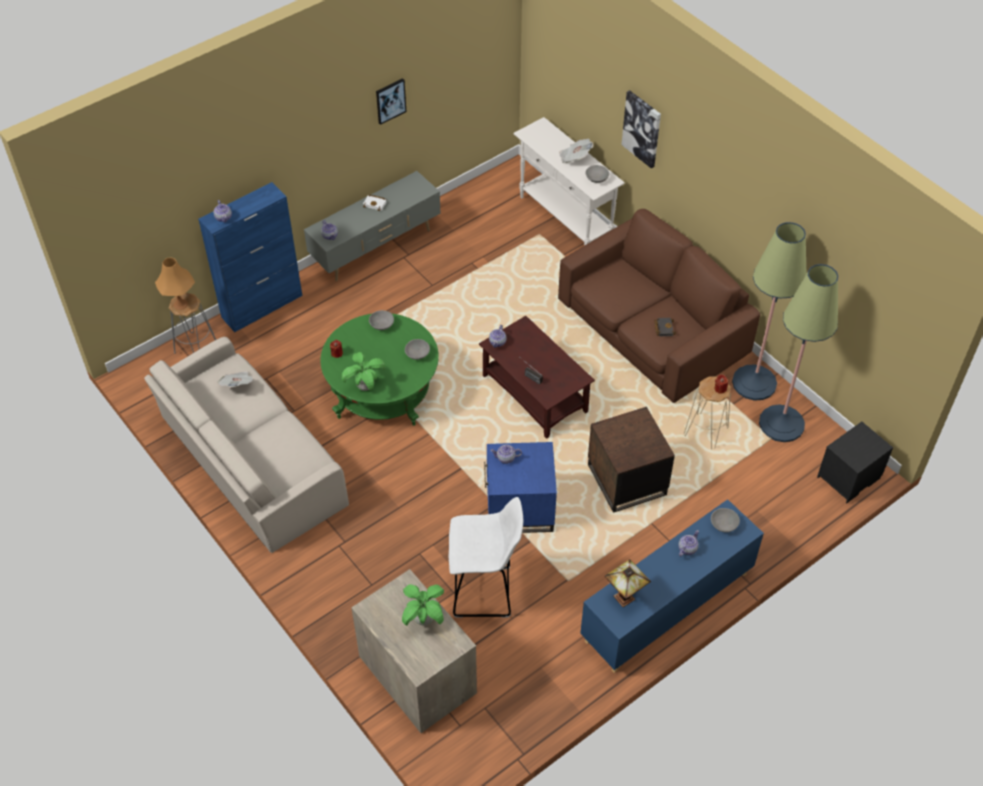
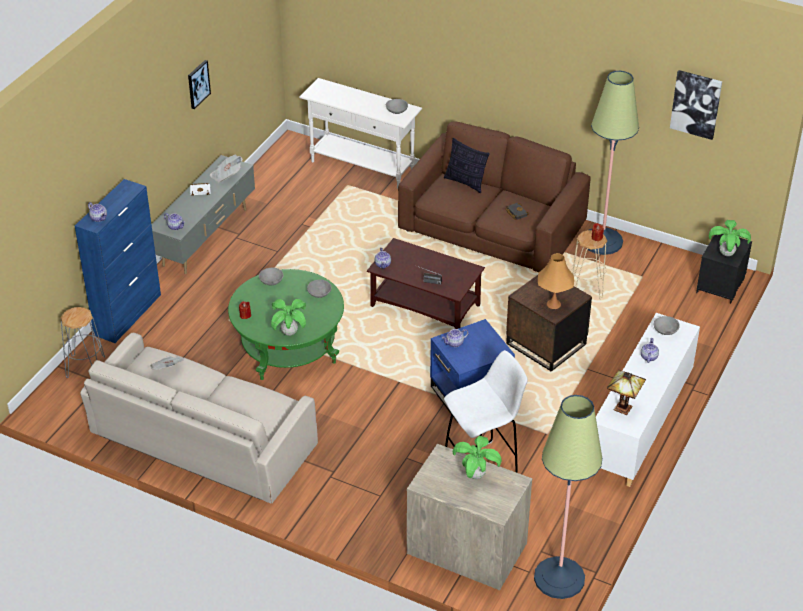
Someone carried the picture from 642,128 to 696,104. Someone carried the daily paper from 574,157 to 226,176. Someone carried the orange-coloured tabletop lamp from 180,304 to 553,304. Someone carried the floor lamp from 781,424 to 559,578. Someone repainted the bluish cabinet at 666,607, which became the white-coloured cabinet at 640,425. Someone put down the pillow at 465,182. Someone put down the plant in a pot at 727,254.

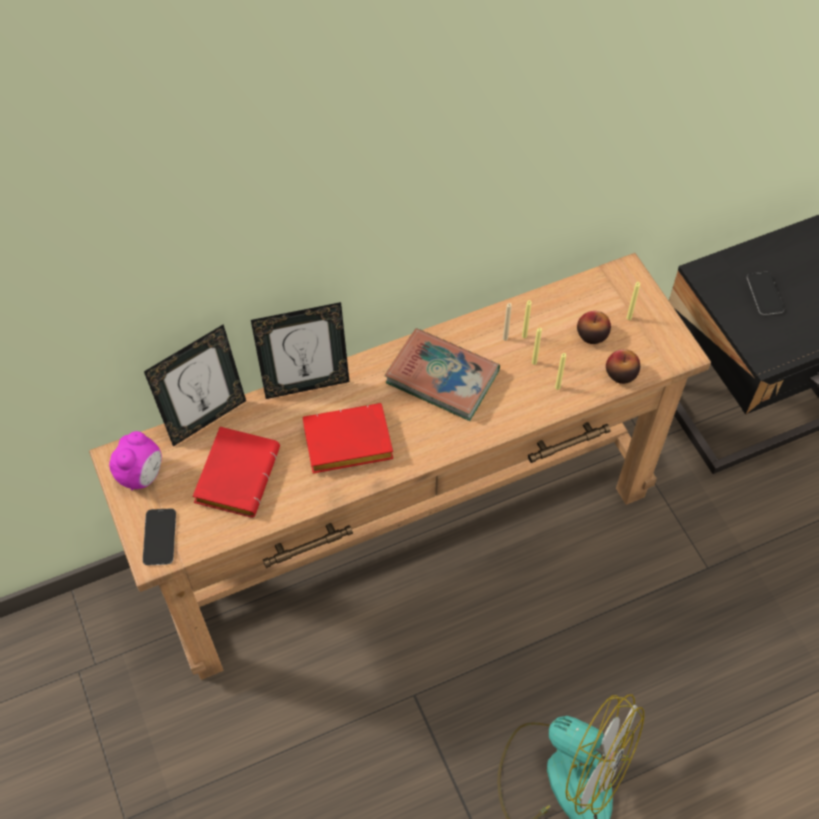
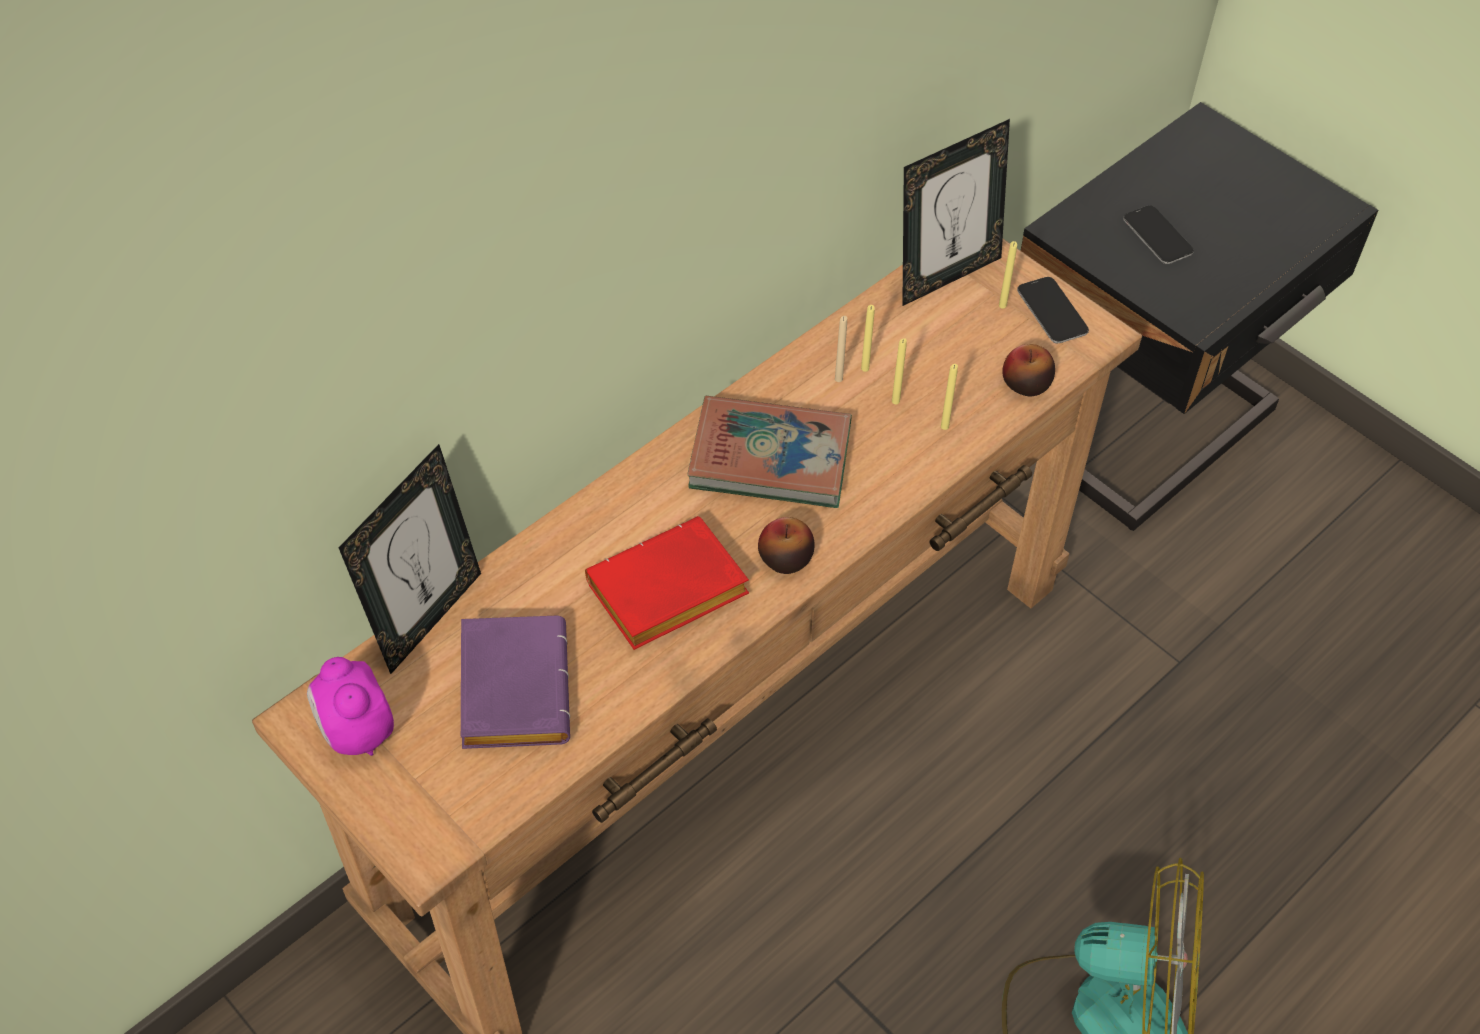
Someone carried the standing frame from 306,384 to 946,275. Someone carried the apple fruit from 592,335 to 785,558. Someone repainted the red-coloured book at 236,474, which became the purplish book at 510,686. Someone rotated the alarm clock at 142,475 by 150 degrees clockwise. Someone carried the telephone from 159,537 to 1052,311.

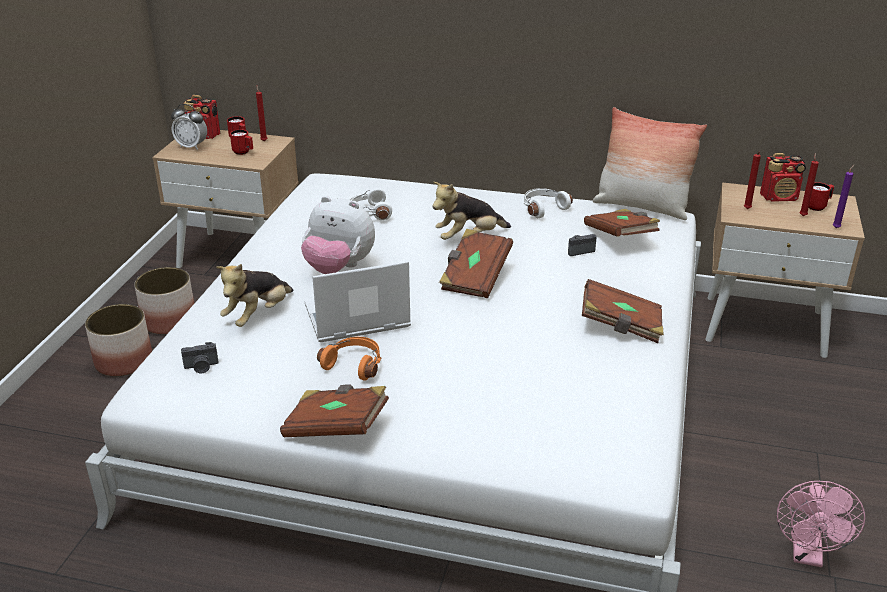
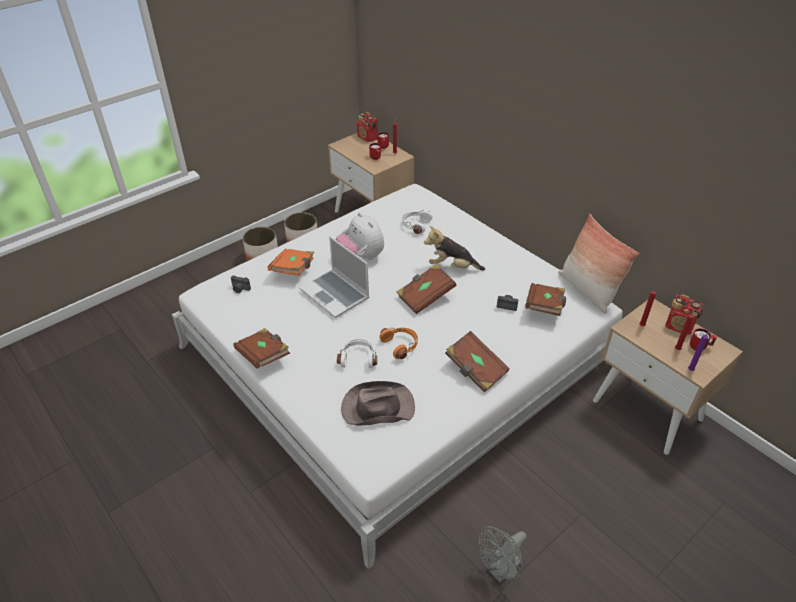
Someone took away the alarm clock at 192,146. Someone carried the white-coloured pair of headphones from 543,208 to 358,358. Someone rotated the portable computer at 356,318 by 150 degrees counterclockwise. Someone swapped the soft toy at 258,315 for the orange-coloured book at 293,269. Someone carried the orange-coloured pair of headphones from 354,364 to 401,345. Someone repainted the pinkish fan at 807,555, which became the grey fan at 500,570. Someone put down the brown clothing hat at 377,407.

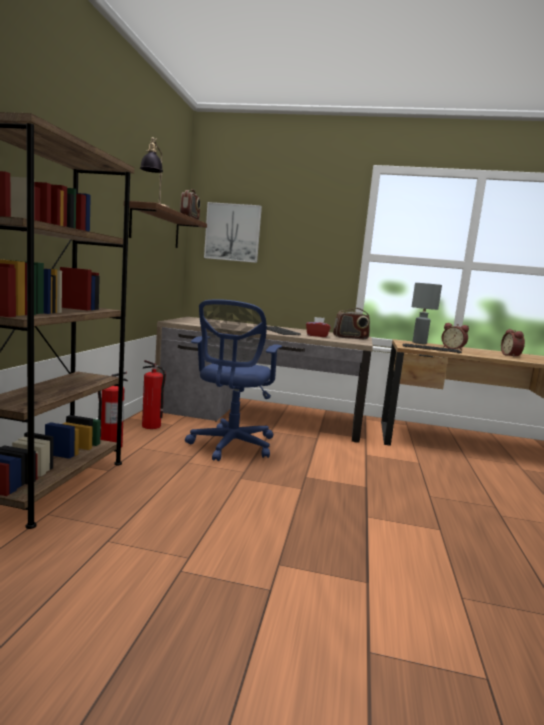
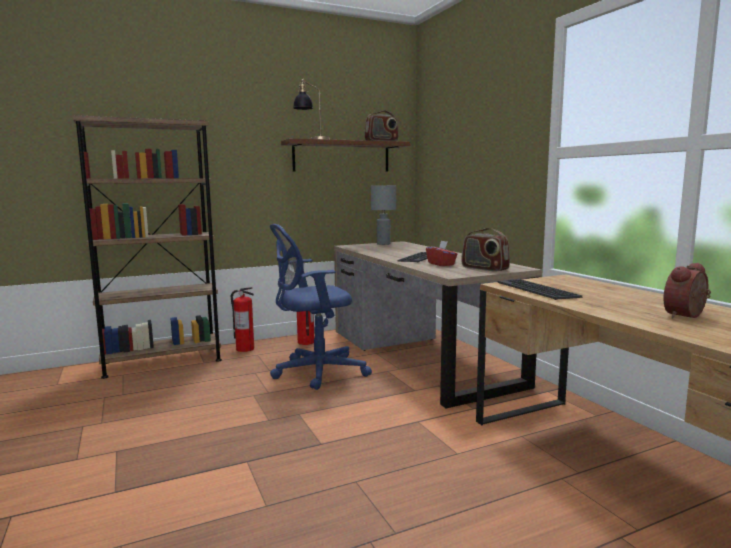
Someone took away the picture at 232,232. Someone carried the grey tabletop lamp from 419,343 to 383,244. Someone took away the alarm clock at 453,348.

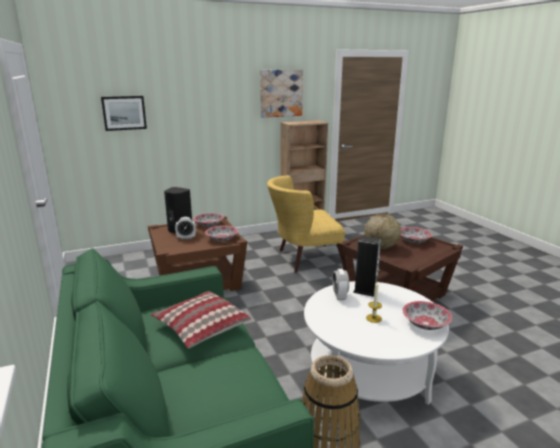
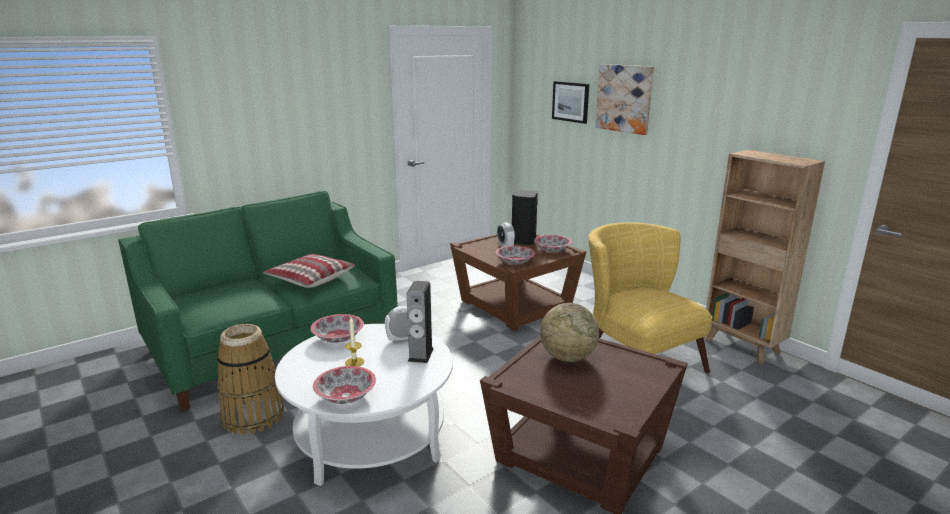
Someone carried the picture from 281,93 to 624,98. Someone carried the serving bowl from 413,241 to 338,337.

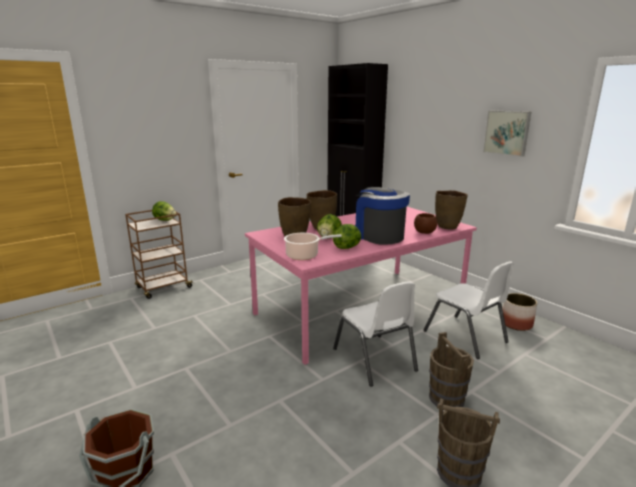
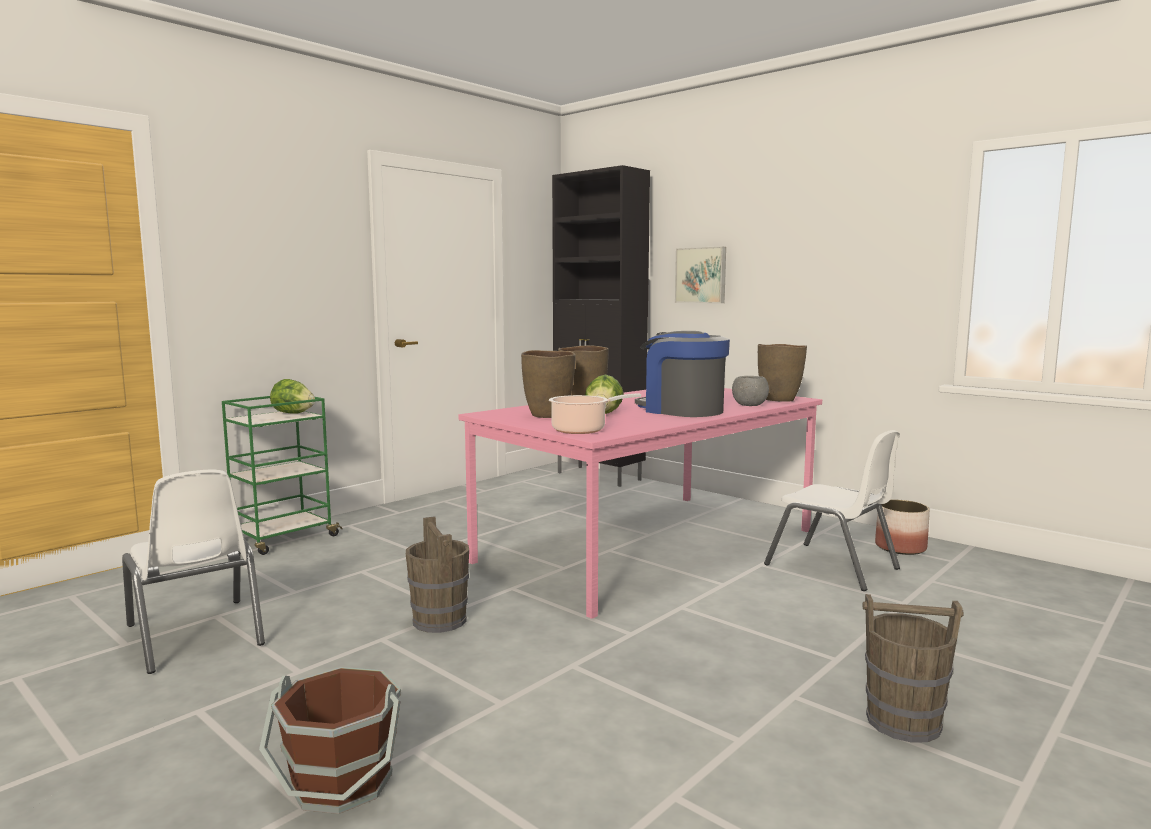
Someone carried the picture from 507,132 to 701,275. Someone repainted the brown cart at 163,288, which became the green cart at 284,539. Someone repainted the brown serving bowl at 425,232, which became the grey serving bowl at 750,405. Someone took away the lettuce head at 347,247. Someone carried the white-coloured chair from 374,359 to 195,635. Someone carried the brown pail from 446,398 to 439,620.

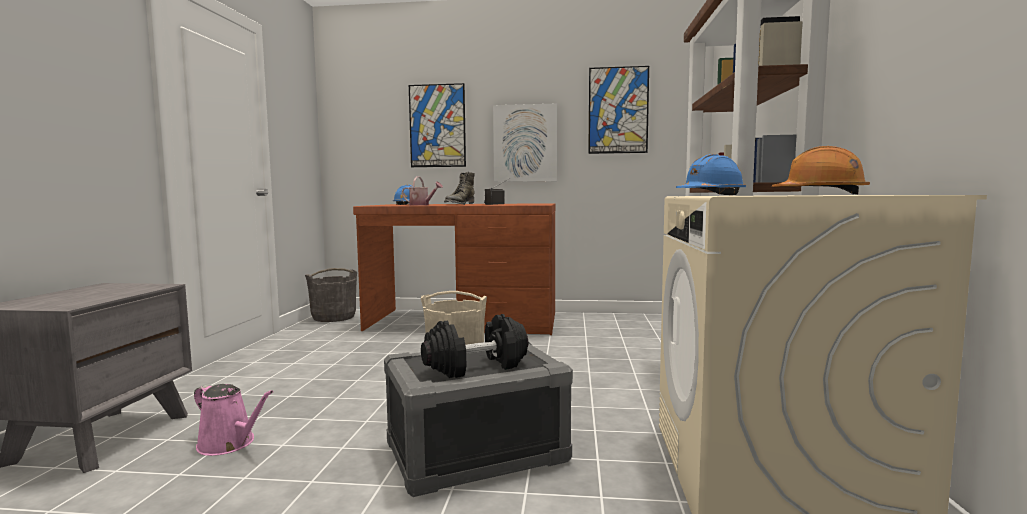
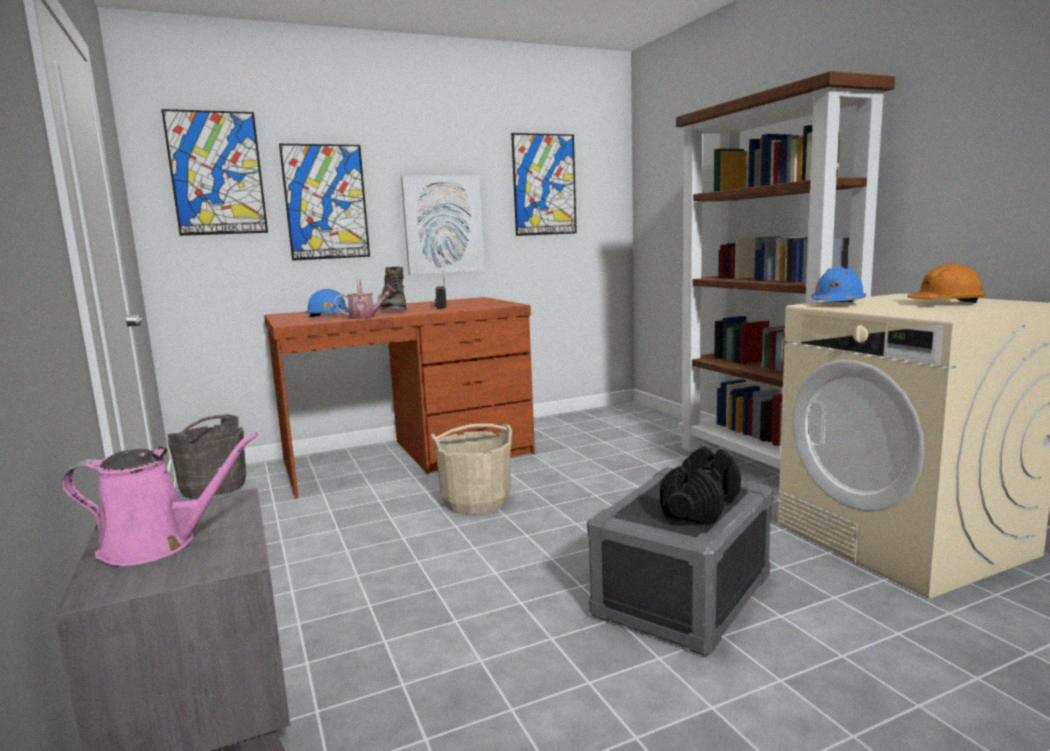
Someone carried the pinkish watering can from 230,444 to 157,545. Someone put up the picture at 217,173.

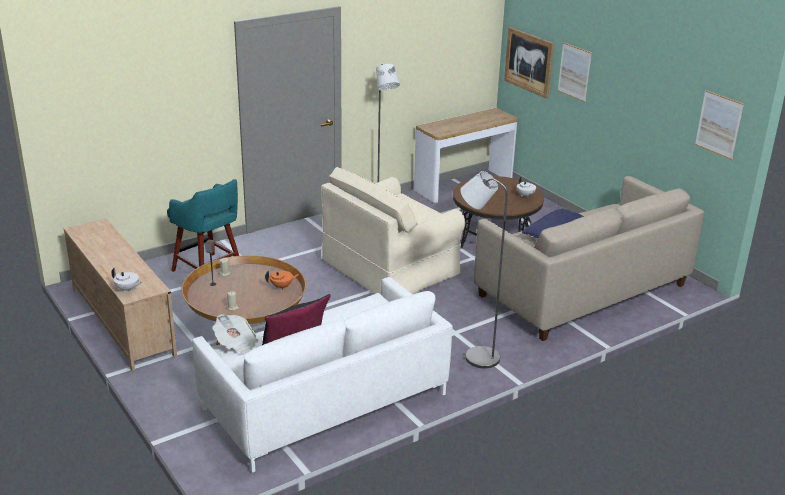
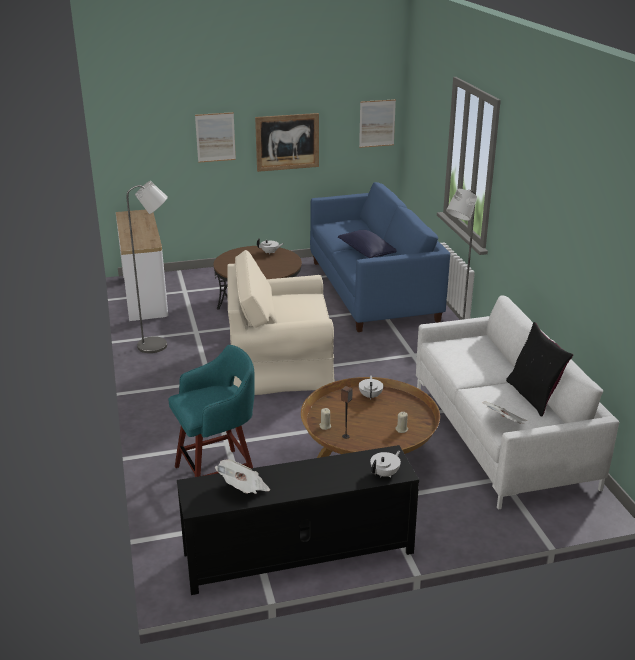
Someone carried the picture from 528,62 to 287,142. Someone rotated the beige-coloured lounge chair at 390,266 by 105 degrees clockwise. Someone repainted the beige-coloured couch at 582,290, which became the bluish couch at 372,290. Someone repainted the beige-coloured tv unit at 122,320, which became the blackish tv unit at 298,553. Someone repainted the orange-coloured tea pot at 282,286, which became the white-coloured tea pot at 370,396. Someone put down the daily paper at 243,488.

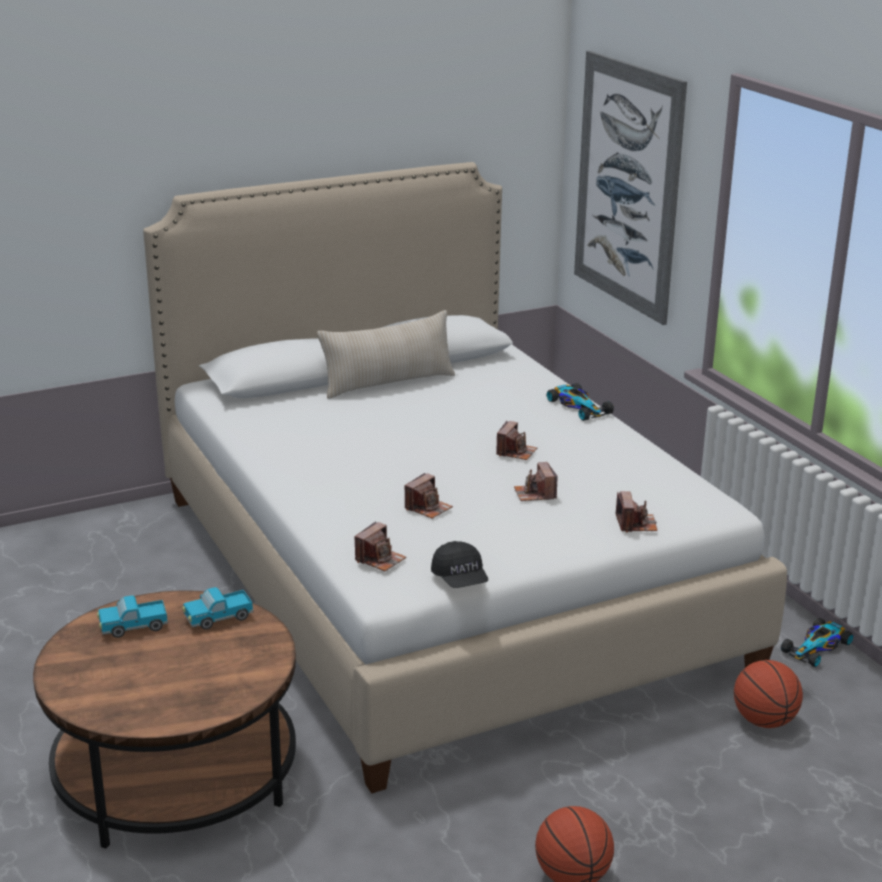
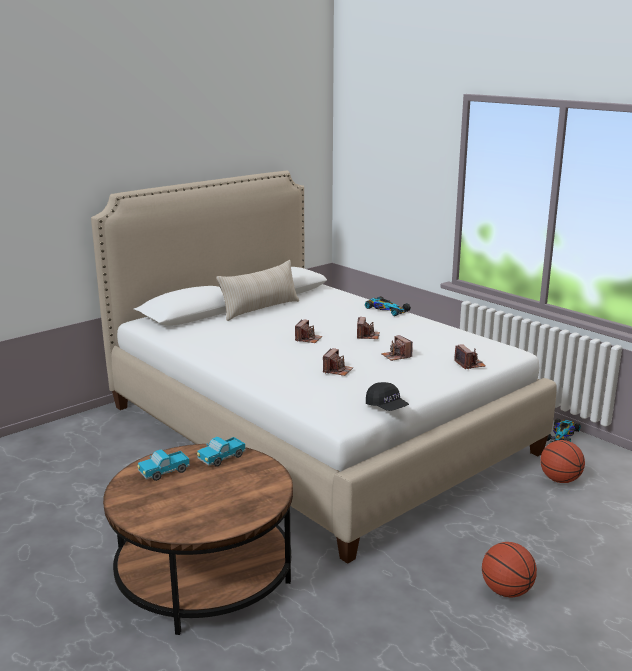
Someone took away the picture at 627,185. Someone carried the photo camera from 380,559 to 308,339.

